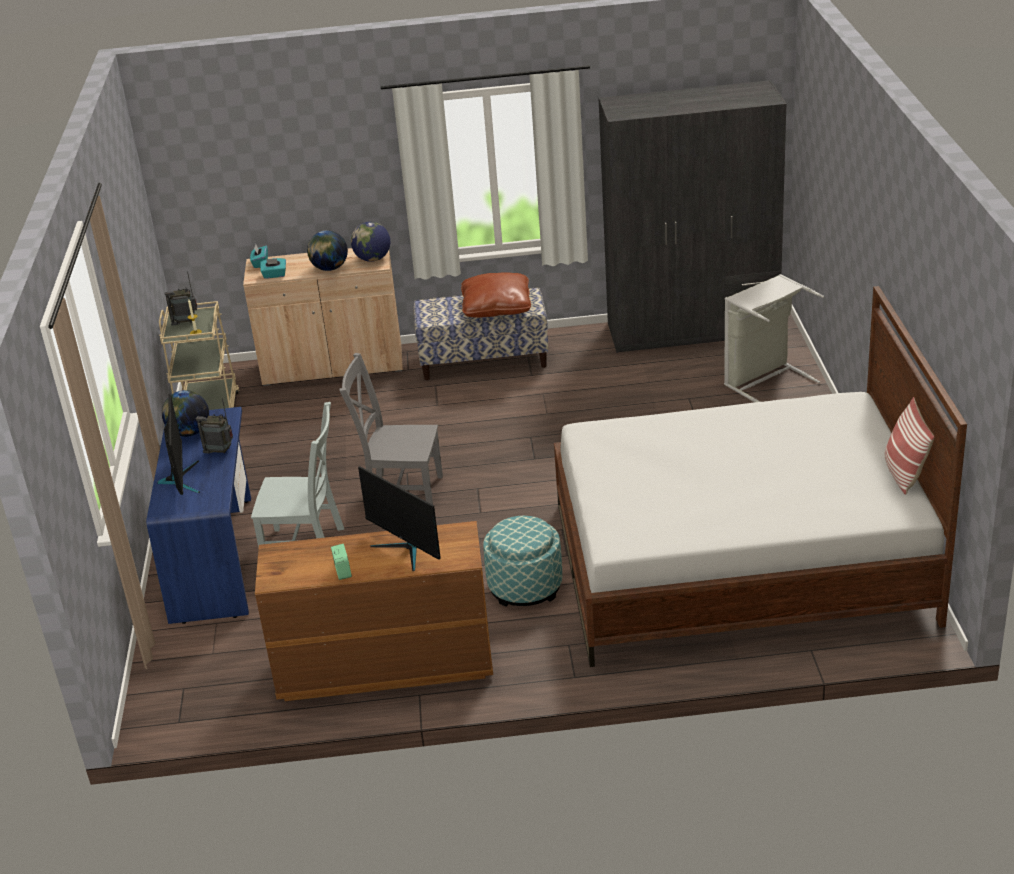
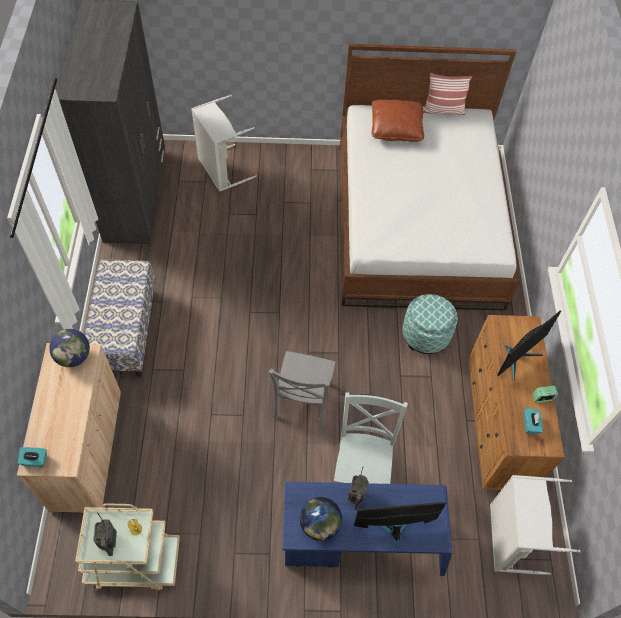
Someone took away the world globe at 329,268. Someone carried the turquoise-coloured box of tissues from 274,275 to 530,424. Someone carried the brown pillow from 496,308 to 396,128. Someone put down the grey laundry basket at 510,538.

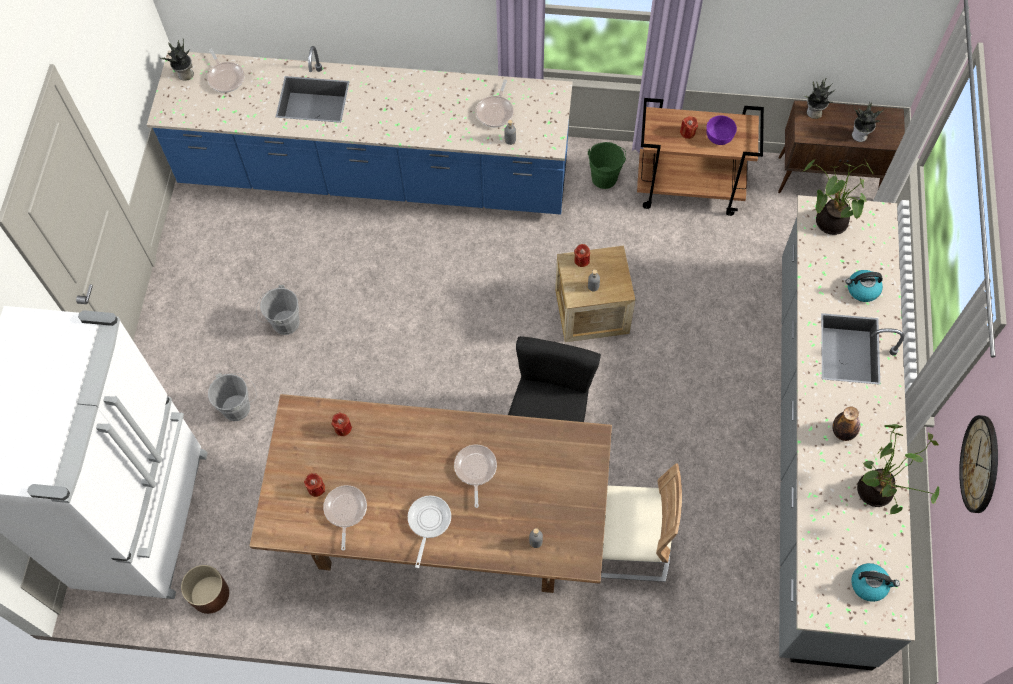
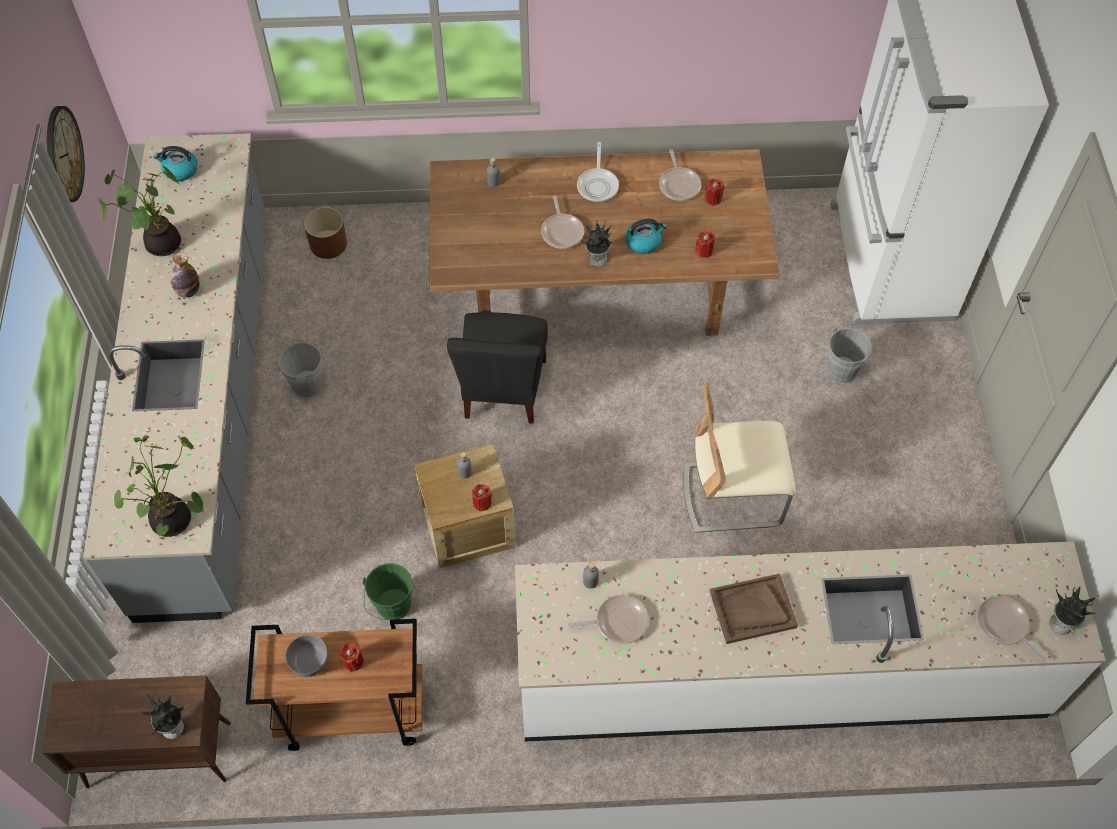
Someone repainted the bluish kitchen counter at 374,175, which became the white-coloured kitchen counter at 779,674. Someone rotated the frying pan at 495,112 by 75 degrees clockwise. Someone carried the plant in a pot from 860,136 to 597,259. Someone repainted the purplish serving bowl at 719,136, which became the grey serving bowl at 309,661. Someone carried the green pail from 605,175 to 393,608. Someone carried the tea kettle from 862,290 to 643,242. Someone carried the grey pail from 282,322 to 310,384. Someone carried the beige-coloured chair from 625,544 to 732,495. Someone carried the brown planter from 209,595 to 328,244. Someone put down the brown tray at 752,610.

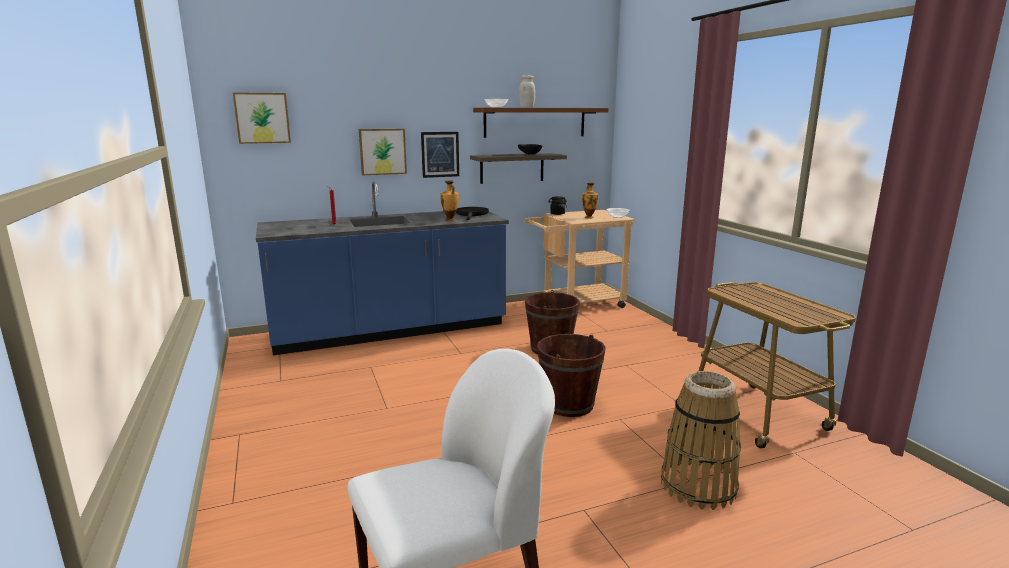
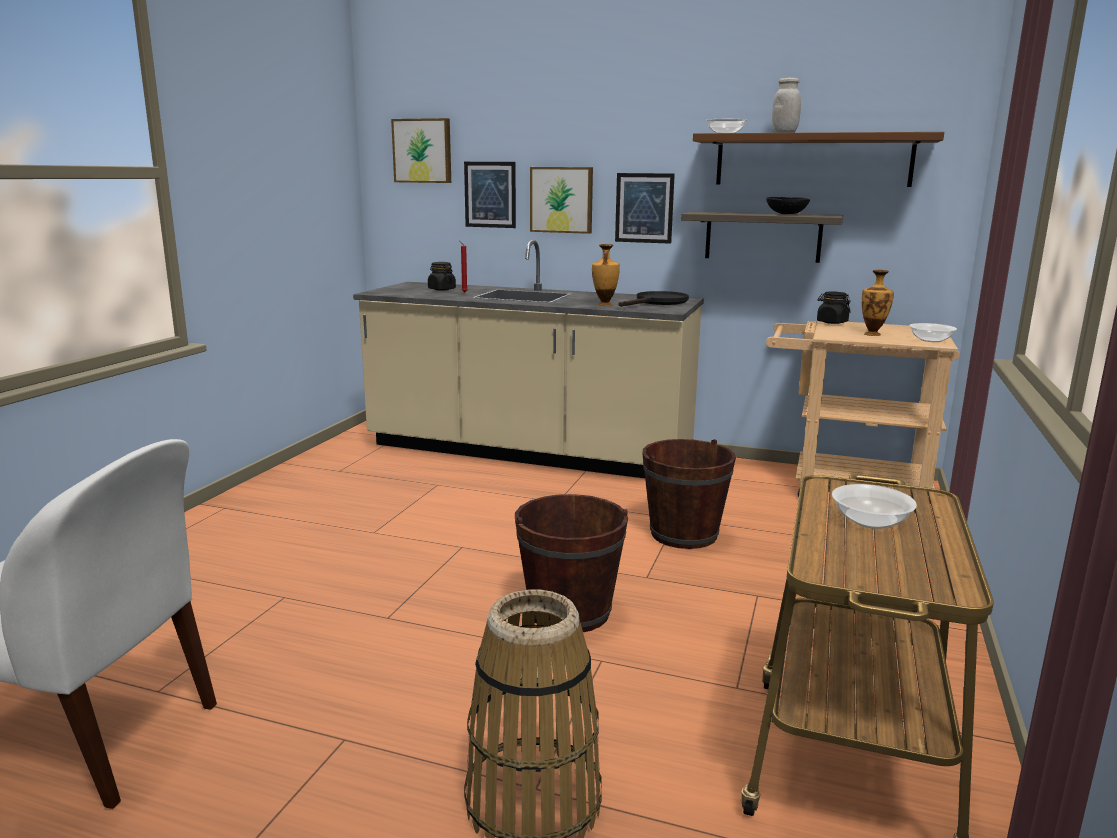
Someone repainted the bluish kitchen counter at 391,331, which became the beige-coloured kitchen counter at 528,453. Someone put up the picture at 490,194. Someone put down the blackish storage jar at 441,289. Someone put down the serving bowl at 870,521.

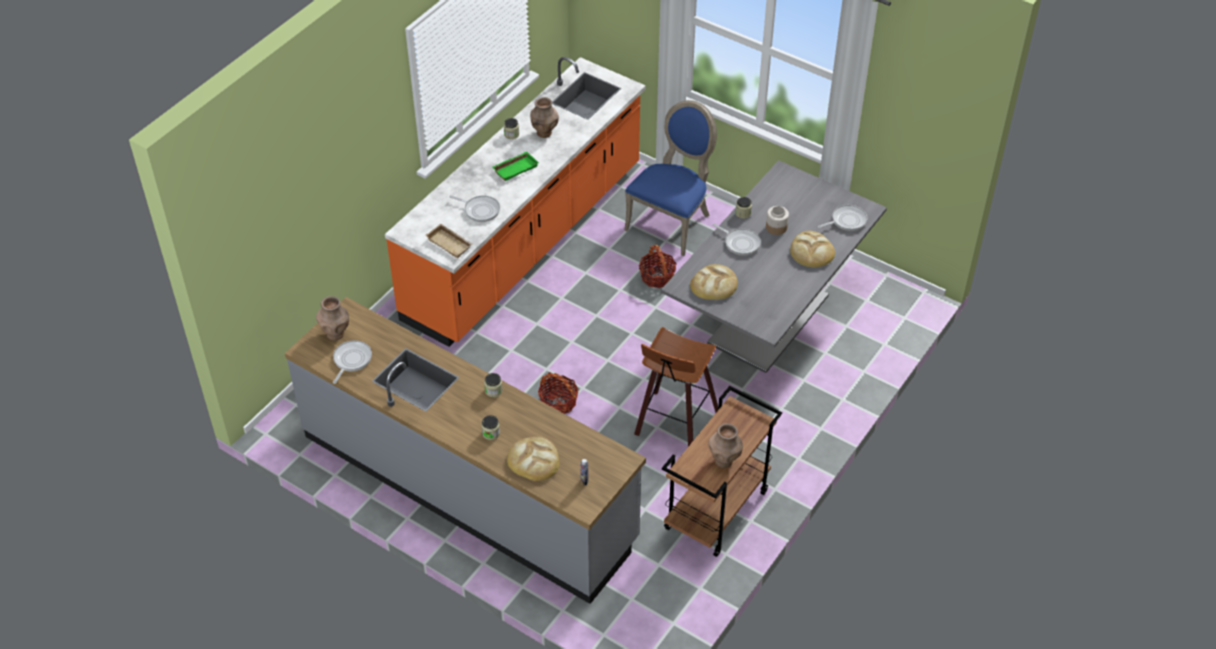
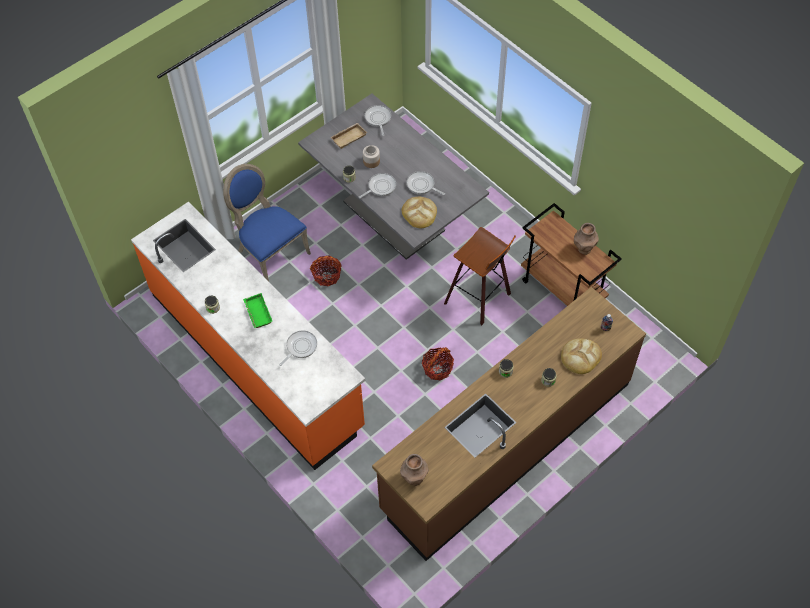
Someone took away the brown flower vase at 544,133. Someone carried the beige-coloured tray from 450,243 to 348,137. Someone took away the baked bread at 811,252. Someone repainted the grey kitchen counter at 469,487, which became the brown kitchen counter at 506,445. Someone carried the frying pan from 351,360 to 422,185.

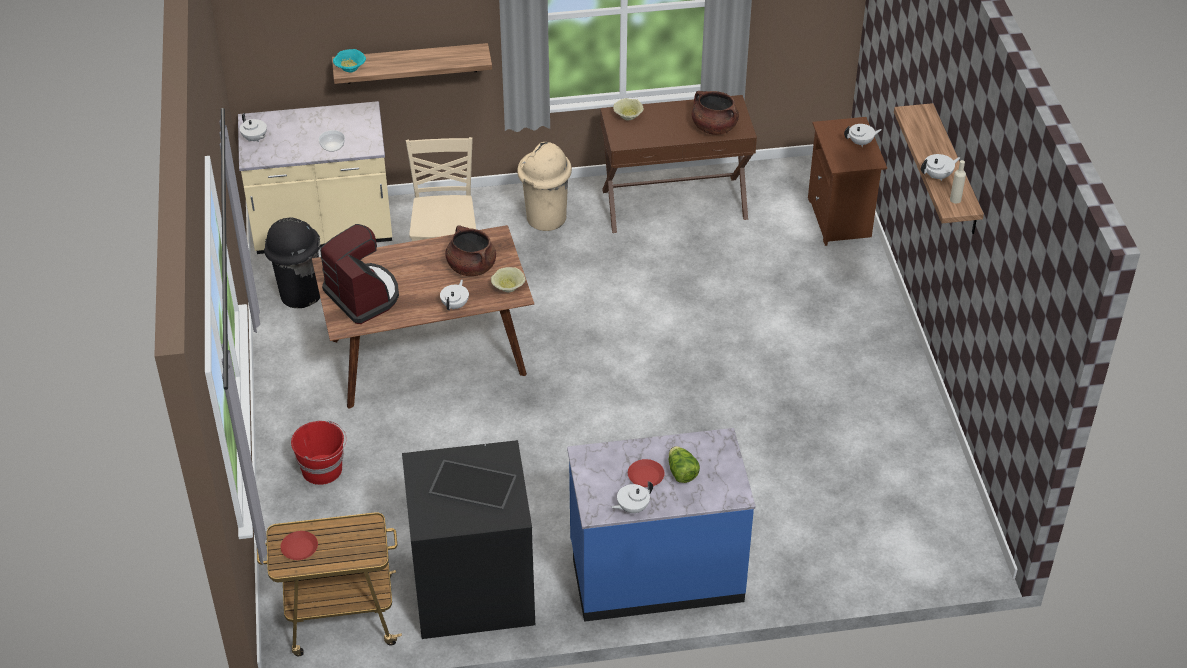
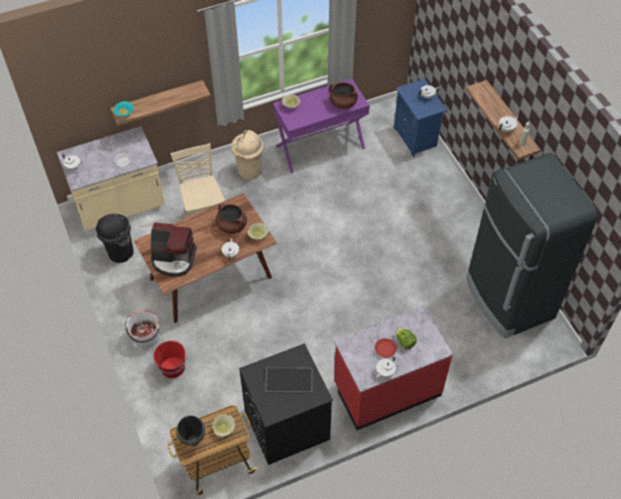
Someone repainted the brown narrow table at 674,204, which became the purplish narrow table at 320,146. Someone repainted the brown night table at 840,219, which became the bluish night table at 416,138. Someone rotated the coffee machine at 363,295 by 150 degrees clockwise. Someone repainted the bluish kitchen counter at 656,573, which became the red-coloured kitchen counter at 386,389. Someone swapped the red-coloured plate at 300,548 for the blackish cooking pot at 193,440. Someone put down the blackish refrigerator at 508,299. Someone put down the white-coloured pail at 146,338. Someone put down the beige-coloured serving bowl at 224,429.

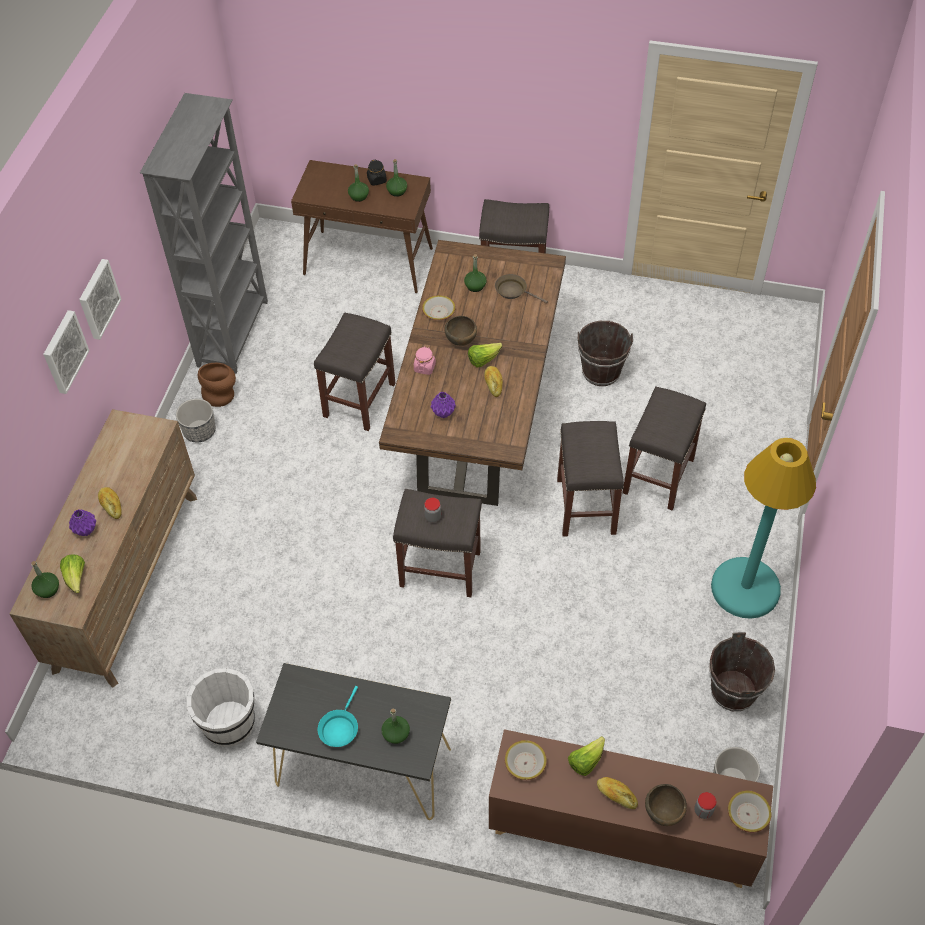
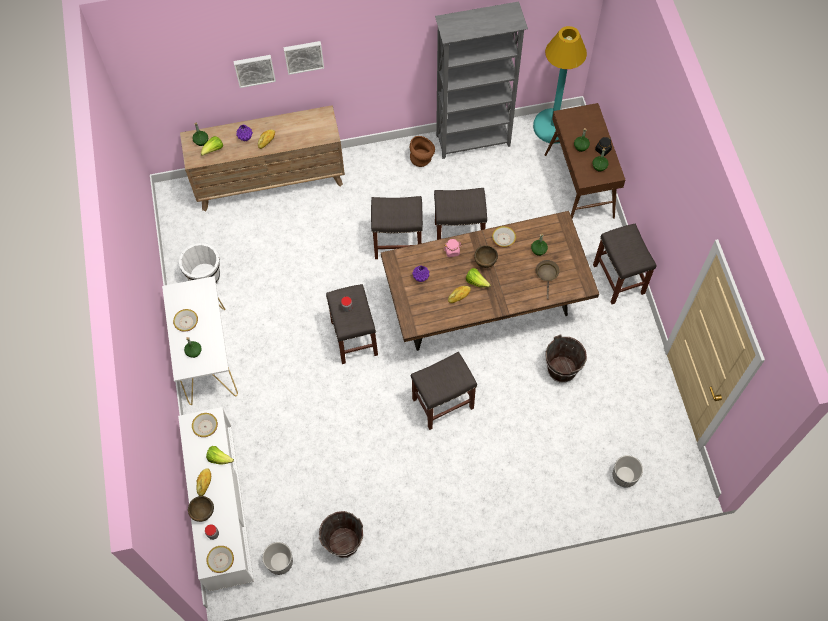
Someone carried the picture from 97,298 to 254,69. Someone carried the grey sitting stool from 658,475 to 399,243. Someone carried the planter from 199,431 to 625,475. Someone carried the turquoise-coloured floor lamp from 745,588 to 553,126. Someone repainted the blackish narrow table at 362,766, which became the white-coloured narrow table at 207,355. Someone swapped the turquoise-coloured frying pan at 339,728 for the serving bowl at 186,322. Someone repainted the brown cabinet at 620,831, which became the white-coloured cabinet at 222,509.

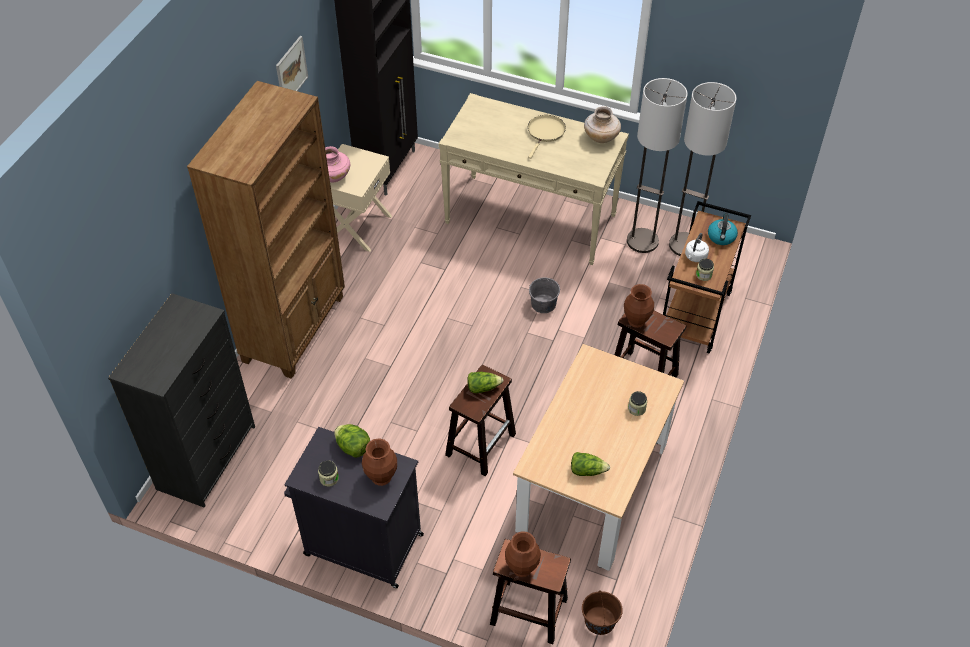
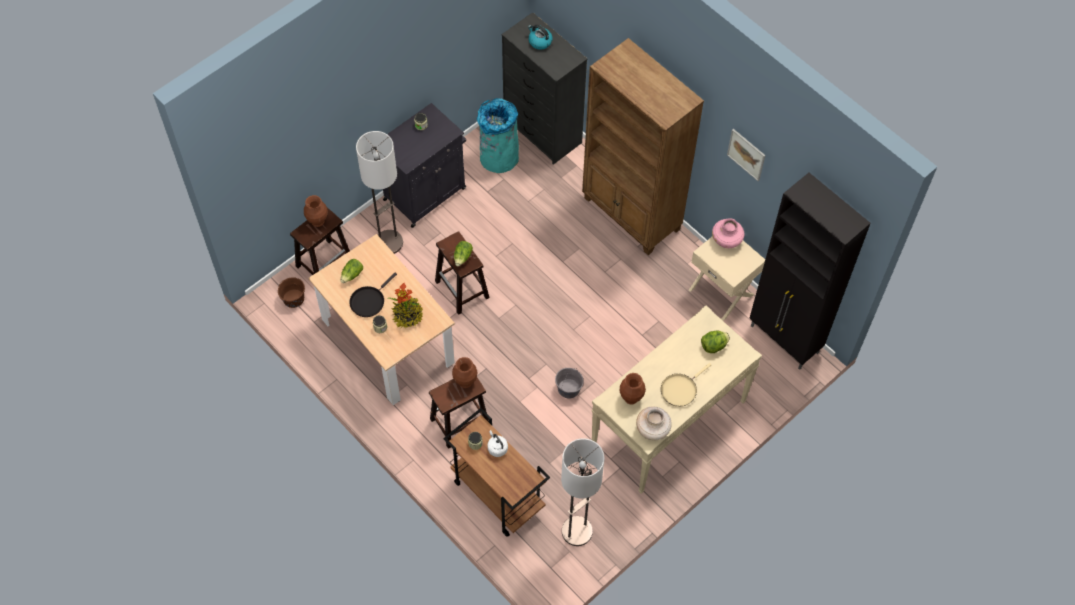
Someone carried the floor lamp from 642,241 to 389,242. Someone rotated the beige-coloured frying pan at 545,133 by 90 degrees clockwise. Someone carried the tea kettle from 721,237 to 539,41. Someone carried the lettuce head from 353,447 to 713,346. Someone carried the brown flower vase from 381,476 to 631,397. Someone put down the turquoise-coloured trash can at 498,158. Someone put down the blackish frying pan at 369,301. Someone put down the plant in a pot at 408,316.

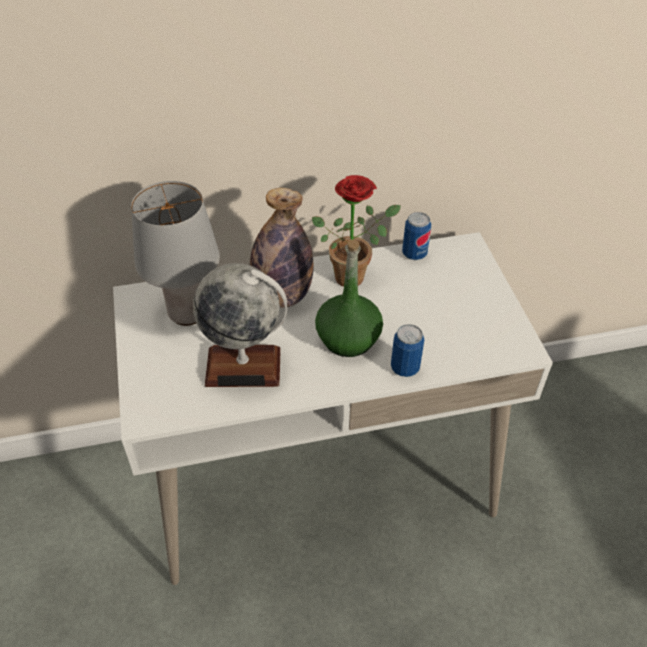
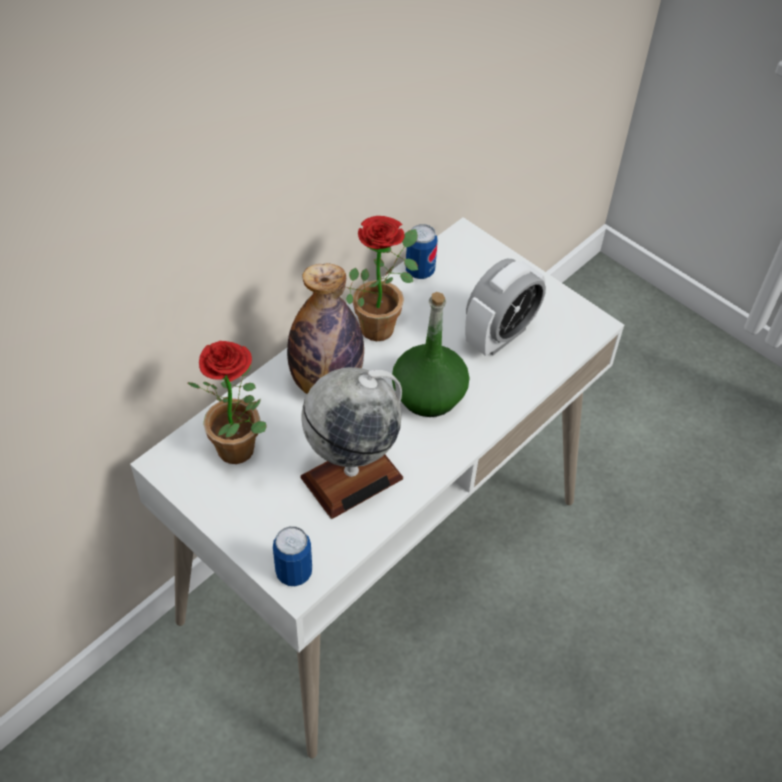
Someone swapped the grey tabletop lamp at 186,314 for the plant in a pot at 243,453. Someone carried the can from 405,368 to 294,572. Someone put down the alarm clock at 500,335.

